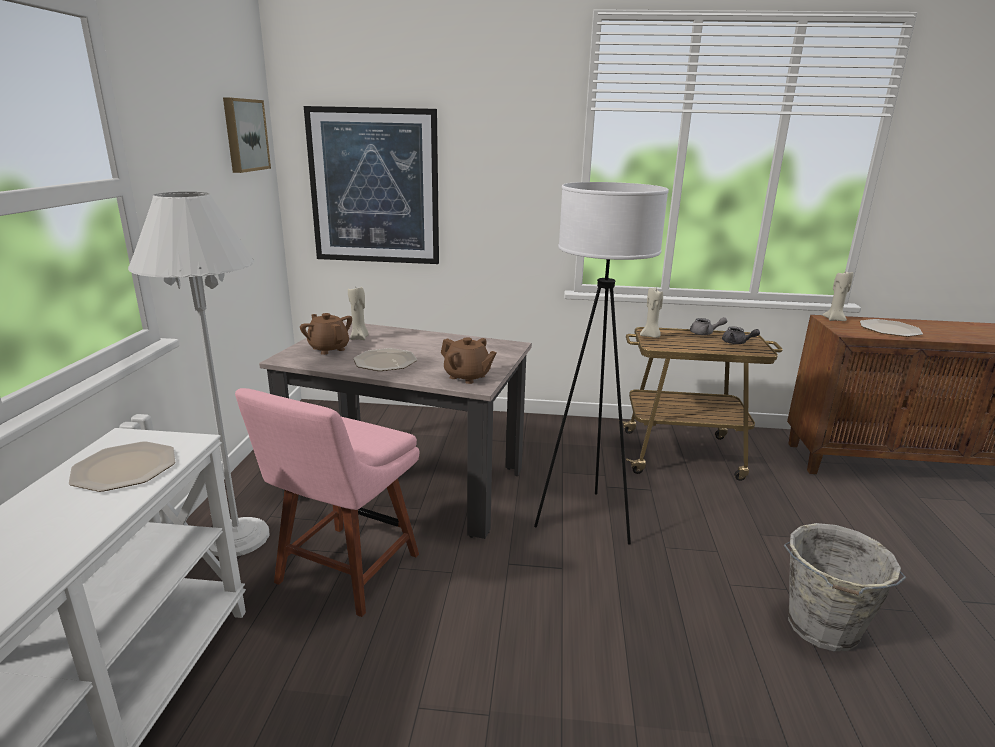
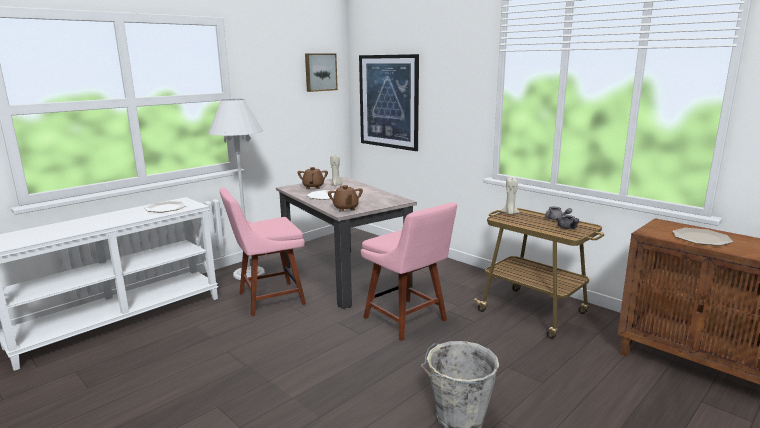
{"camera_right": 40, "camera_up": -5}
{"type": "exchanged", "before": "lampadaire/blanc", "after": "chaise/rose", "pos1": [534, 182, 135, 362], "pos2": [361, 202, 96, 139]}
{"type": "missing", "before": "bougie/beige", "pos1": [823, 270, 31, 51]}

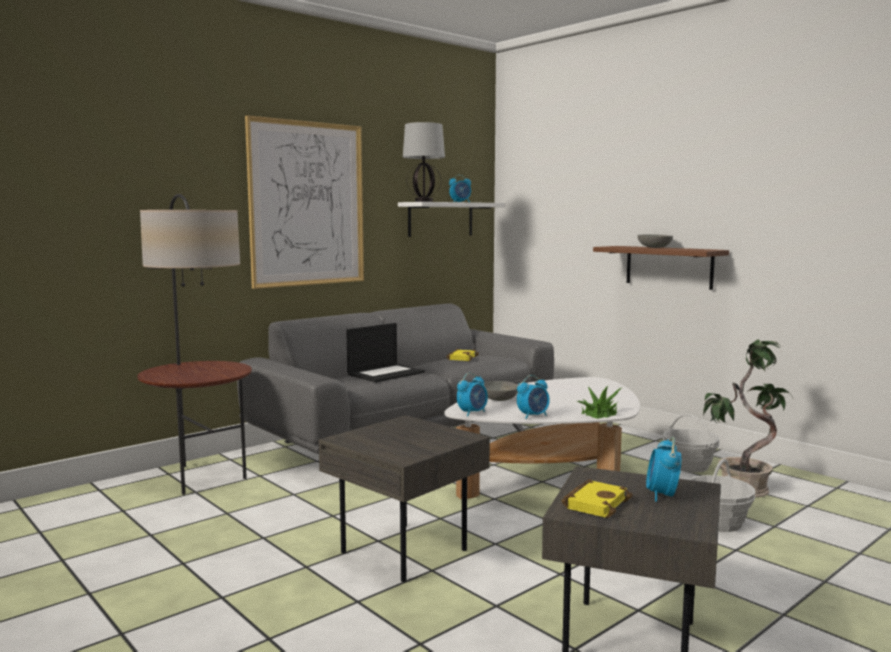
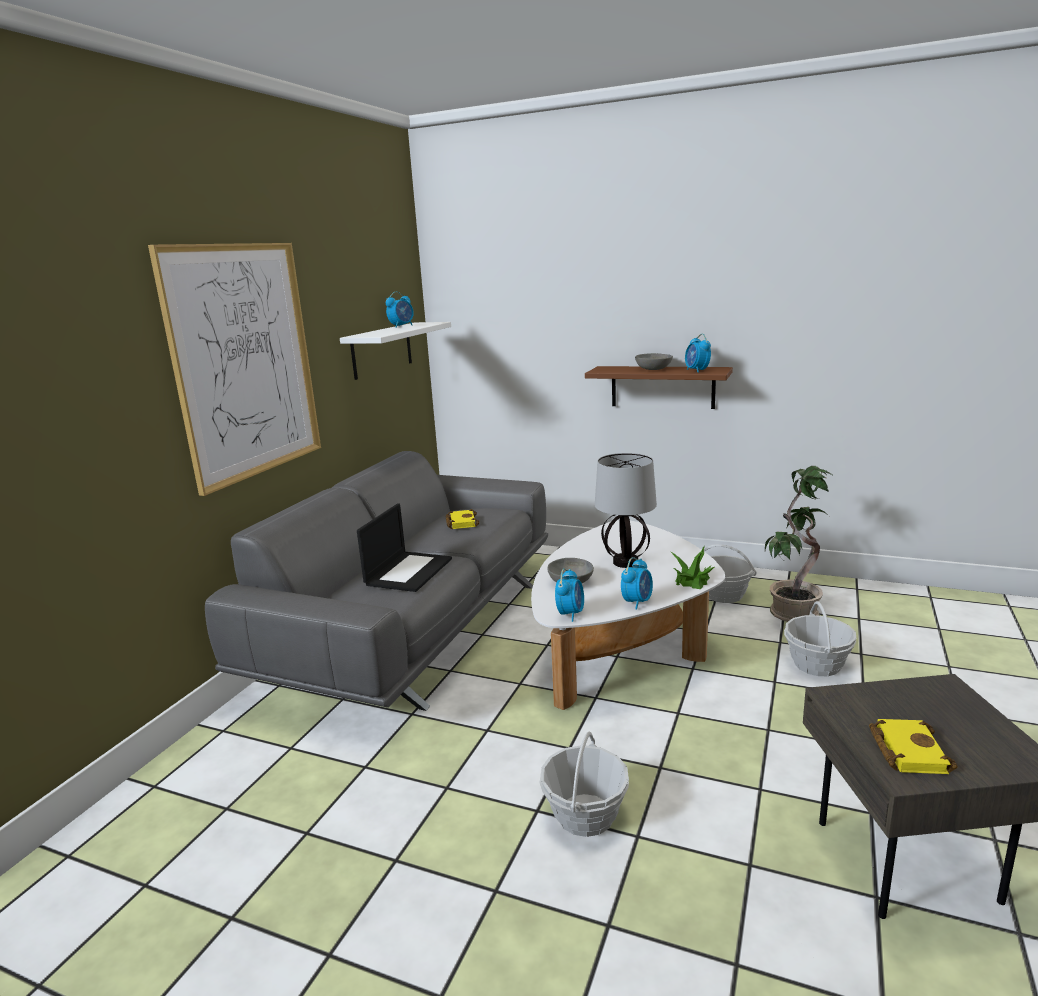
{"camera_right": -25, "camera_up": 10}
{"type": "missing", "before": "lampadaire", "pos1": [137, 194, 115, 301]}
{"type": "exchanged", "before": "table d'appoint/gris", "after": "panier", "pos1": [319, 415, 171, 167], "pos2": [539, 732, 90, 105]}
{"type": "relocated", "before": "lampe de table", "pos1": [403, 122, 42, 80], "pos2": [595, 453, 62, 115]}
{"type": "relocated", "before": "réveil", "pos1": [646, 437, 35, 65], "pos2": [685, 334, 26, 39]}

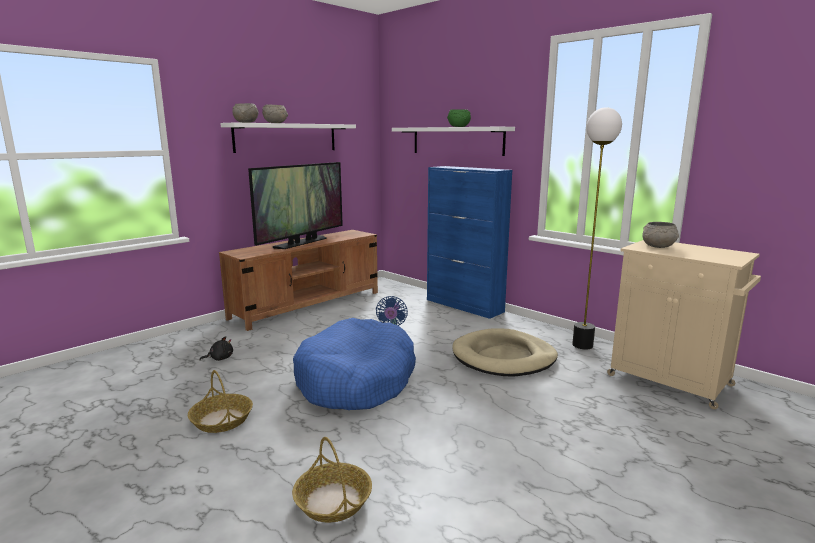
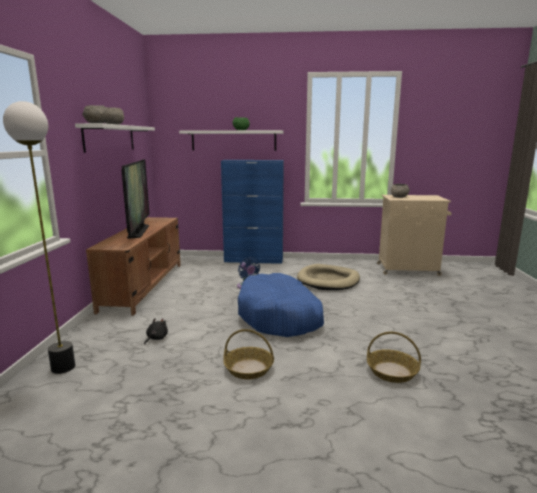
{"camera_right": -40, "camera_up": 0}
{"type": "relocated", "before": "lampadaire", "pos1": [572, 107, 50, 242], "pos2": [3, 101, 72, 273]}

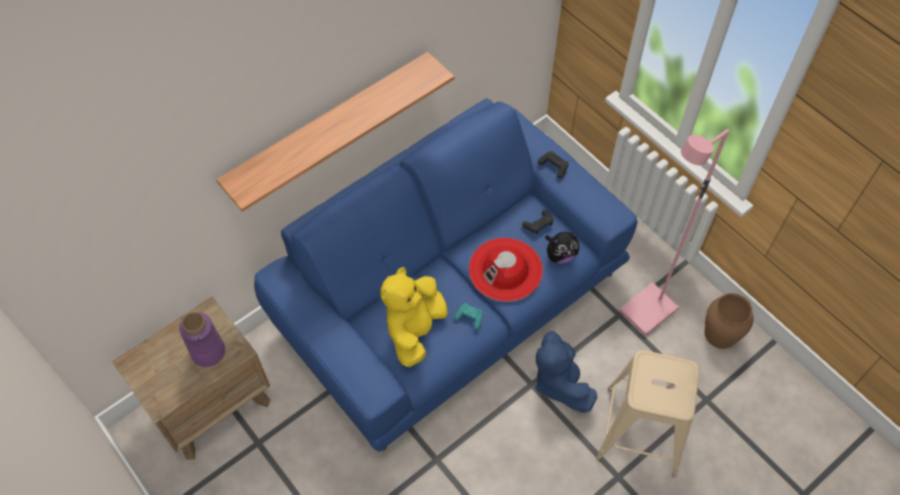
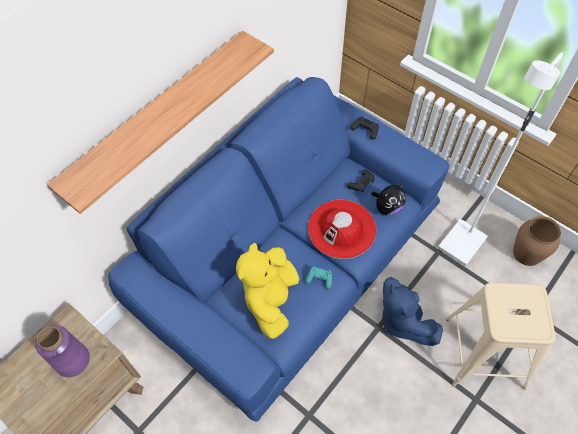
{"camera_right": -10, "camera_up": 0}
{"type": "colour", "before": "lampadaire/rose", "after": "lampadaire/blanc", "pos1": [619, 129, 110, 207], "pos2": [438, 52, 125, 214]}

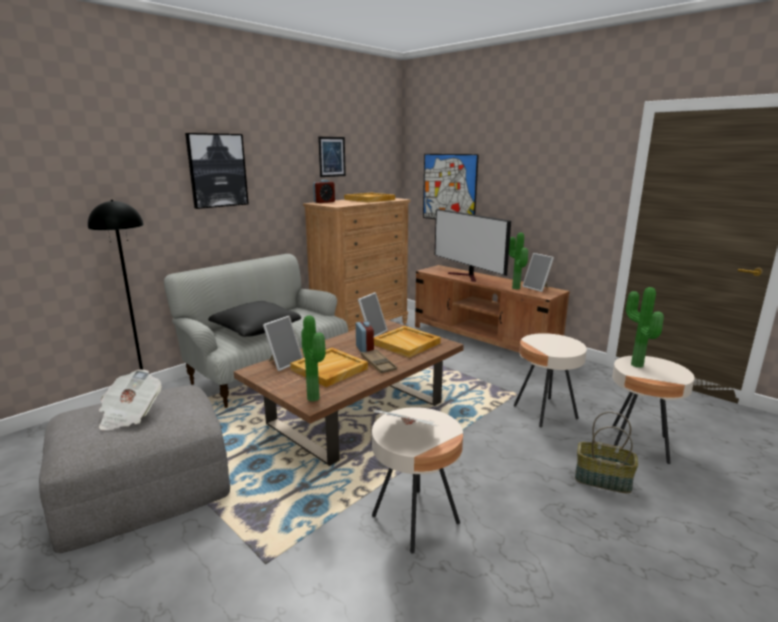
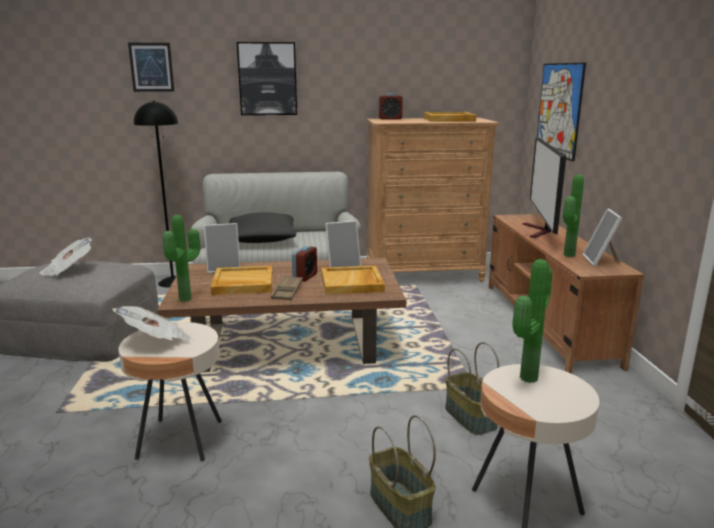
{"camera_right": 40, "camera_up": 0}
{"type": "relocated", "before": "tableau", "pos1": [318, 137, 28, 40], "pos2": [128, 43, 46, 49]}
{"type": "exchanged", "before": "table d'appoint/beige", "after": "panier", "pos1": [514, 333, 73, 94], "pos2": [445, 342, 54, 93]}

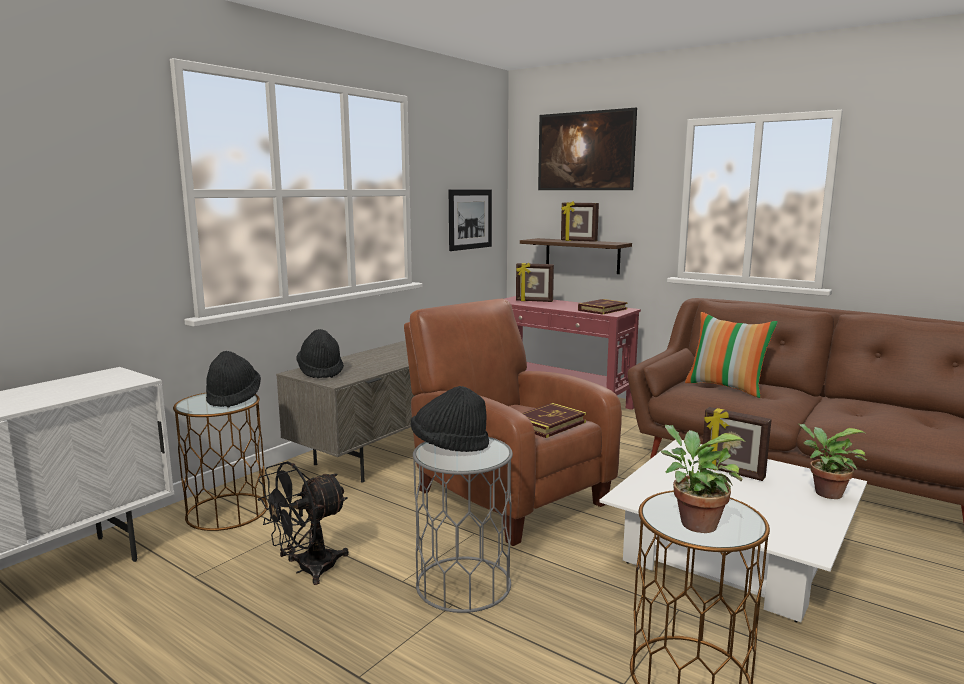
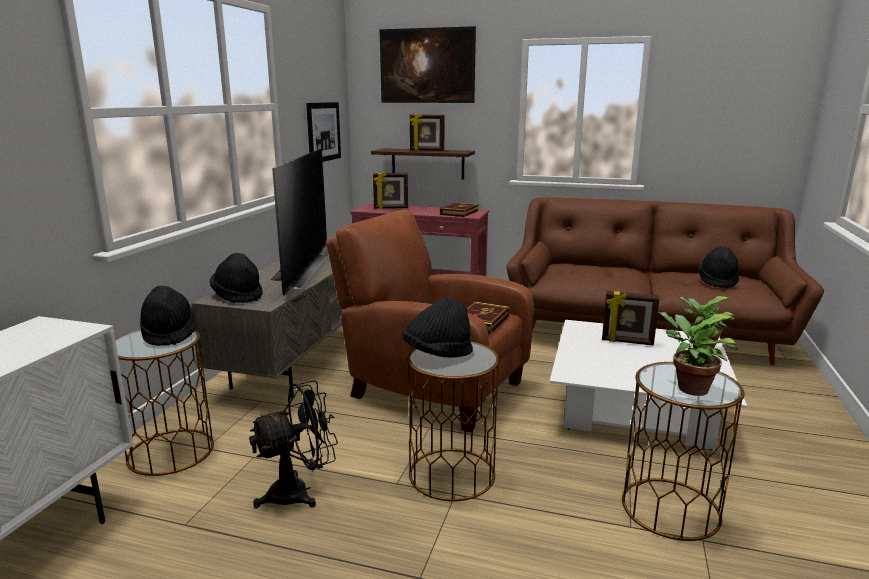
{"camera_right": -20, "camera_up": 5}
{"type": "spun", "before": "ventilateur/noir", "pos1": [258, 461, 91, 124], "pos2": [249, 380, 89, 128], "turn": -150}
{"type": "colour", "before": "table d'appoint/gris", "after": "table d'appoint/marron", "pos1": [413, 437, 100, 176], "pos2": [407, 341, 92, 160]}
{"type": "missing", "before": "coussin", "pos1": [685, 312, 93, 86]}
{"type": "appeared", "after": "téléviseur", "pos2": [270, 148, 58, 148]}
{"type": "appeared", "after": "chapeau/noir", "pos2": [698, 246, 41, 42]}

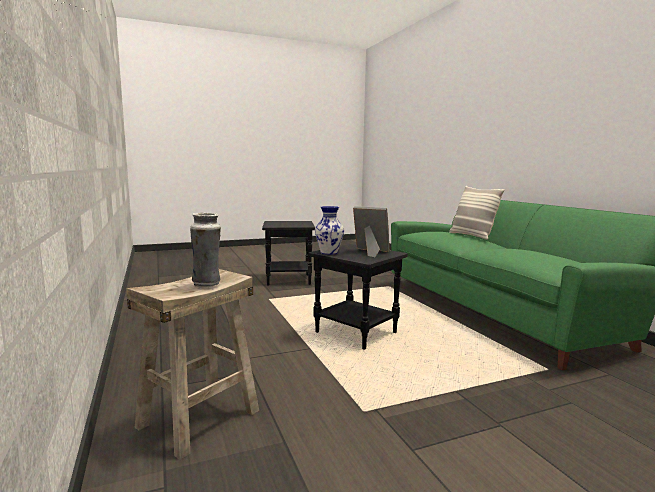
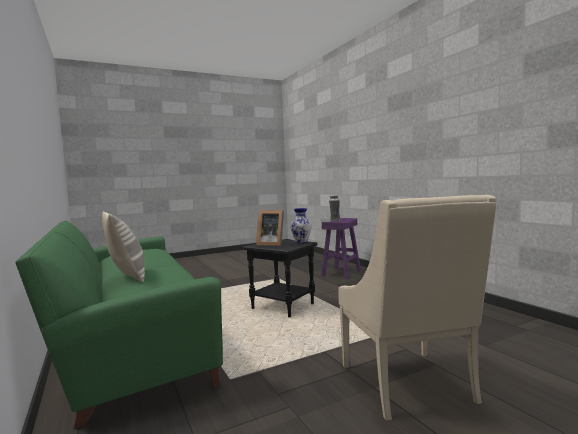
{"camera_right": 175, "camera_up": -5}
{"type": "colour", "before": "tabouret/beige", "after": "tabouret/violet", "pos1": [127, 269, 132, 191], "pos2": [321, 218, 40, 61]}
{"type": "exchanged", "before": "table d'appoint/noir", "after": "fauteuil/beige", "pos1": [262, 221, 53, 65], "pos2": [338, 195, 159, 226]}

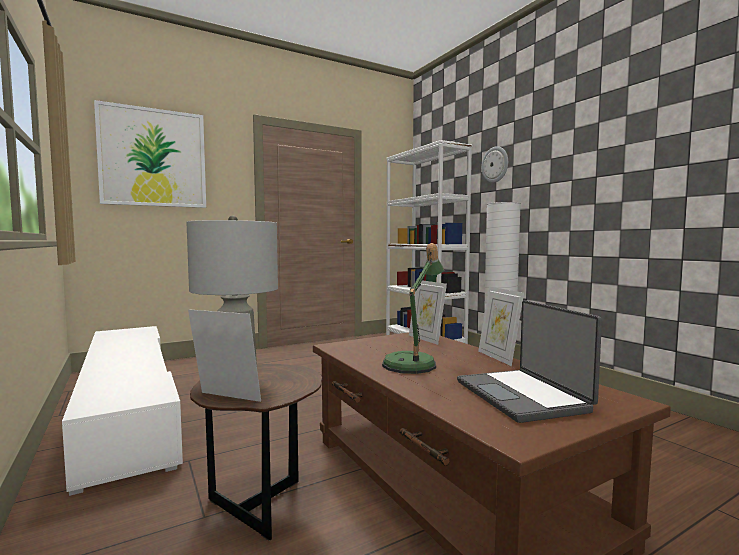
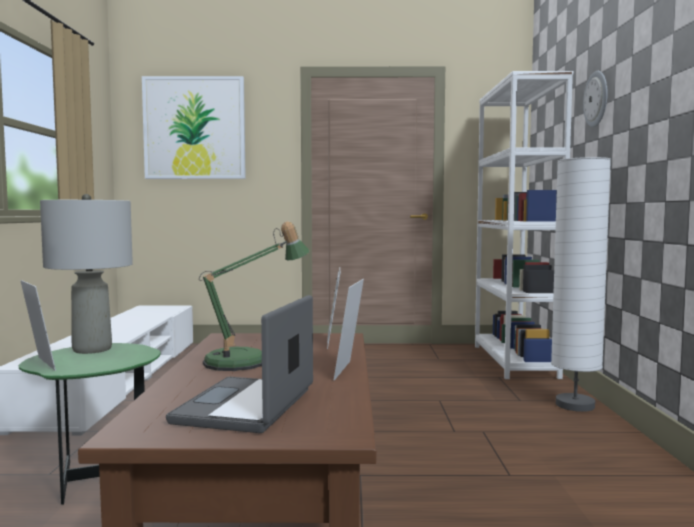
{"camera_right": 30, "camera_up": 0}
{"type": "colour", "before": "table d'appoint/marron", "after": "table d'appoint/vert", "pos1": [190, 364, 132, 177], "pos2": [19, 343, 142, 162]}

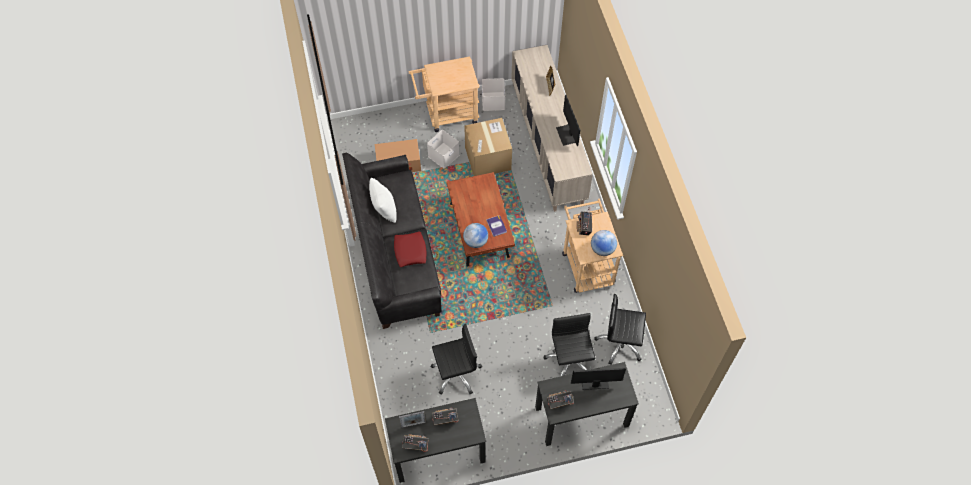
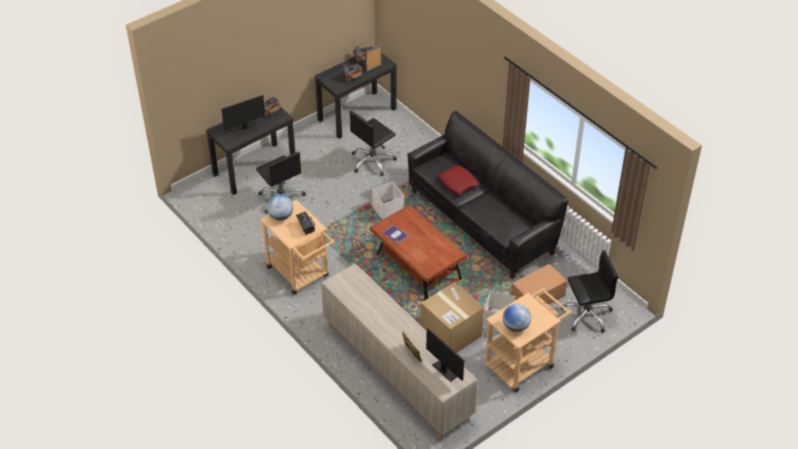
{"camera_right": 155, "camera_up": -15}
{"type": "missing", "before": "coussin/blanc", "pos1": [369, 178, 28, 45]}
{"type": "relocated", "before": "globe", "pos1": [463, 223, 25, 25], "pos2": [503, 304, 28, 28]}
{"type": "relocated", "before": "boîte de rangement/blanc", "pos1": [482, 78, 23, 33], "pos2": [372, 181, 32, 39]}
{"type": "relocated", "before": "écran d'ordinateur", "pos1": [556, 95, 24, 51], "pos2": [426, 328, 38, 54]}
{"type": "relocated", "before": "chaise de bureau/noir", "pos1": [594, 294, 52, 71], "pos2": [561, 250, 57, 83]}

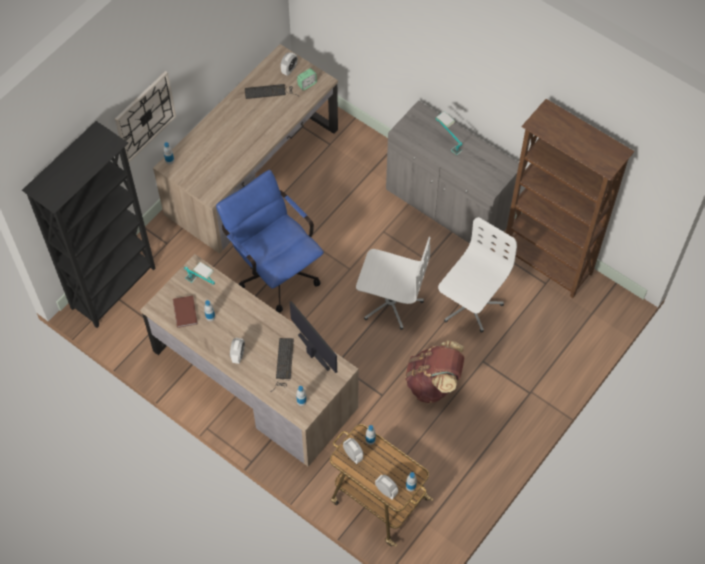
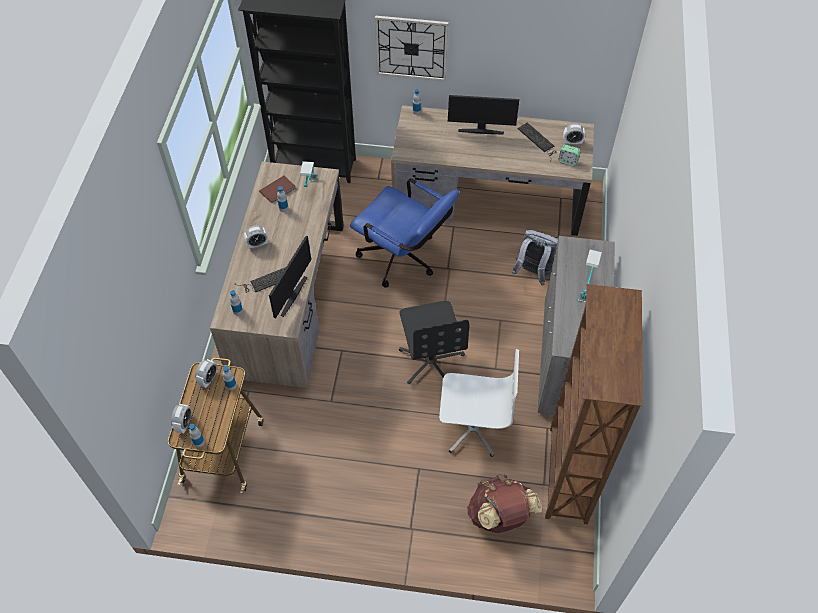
{"camera_right": 60, "camera_up": -5}
{"type": "spun", "before": "chaise de bureau/bleu", "pos1": [216, 170, 108, 143], "pos2": [350, 178, 109, 110], "turn": 105}
{"type": "colour", "before": "chaise de bureau/blanc", "after": "chaise de bureau/noir", "pos1": [356, 237, 74, 93], "pos2": [399, 301, 70, 83]}
{"type": "relocated", "before": "sac à dos/marron", "pos1": [405, 340, 59, 63], "pos2": [467, 475, 76, 58]}
{"type": "appeared", "after": "écran d'ordinateur", "pos2": [448, 95, 71, 40]}
{"type": "appeared", "after": "sac à dos/gris", "pos2": [512, 230, 46, 56]}

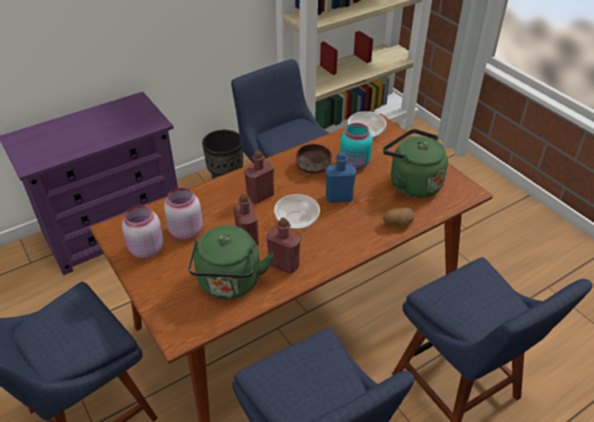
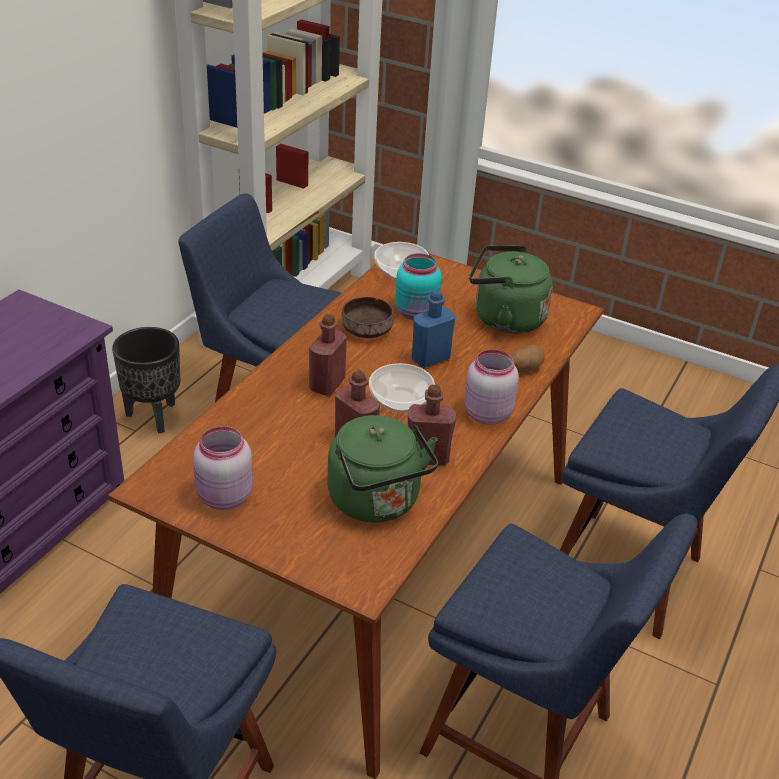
{"camera_right": -30, "camera_up": -5}
{"type": "relocated", "before": "bocal/rose", "pos1": [164, 188, 39, 52], "pos2": [464, 349, 55, 76]}

